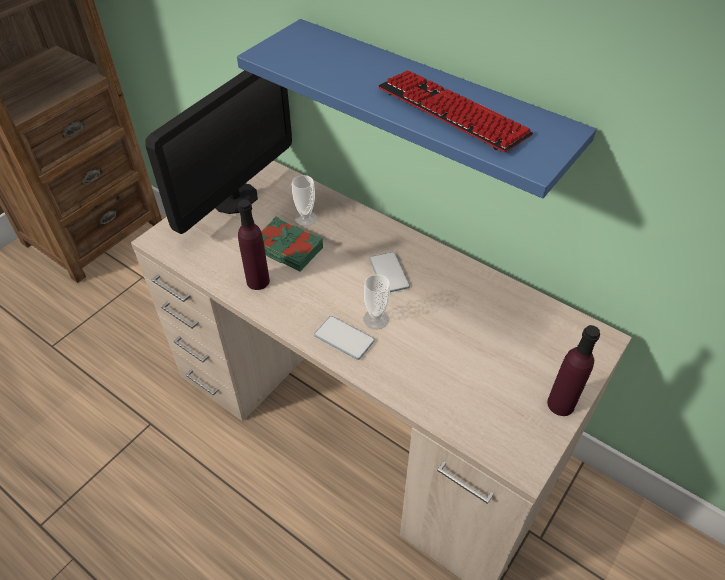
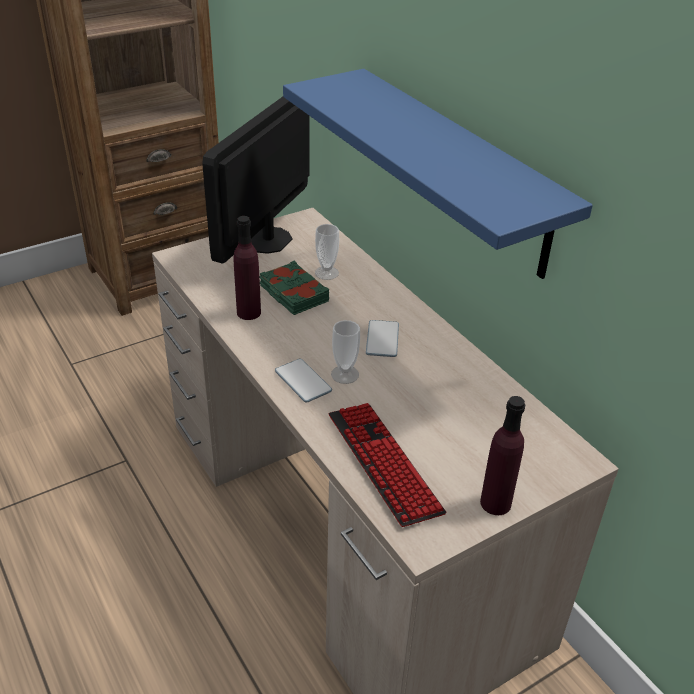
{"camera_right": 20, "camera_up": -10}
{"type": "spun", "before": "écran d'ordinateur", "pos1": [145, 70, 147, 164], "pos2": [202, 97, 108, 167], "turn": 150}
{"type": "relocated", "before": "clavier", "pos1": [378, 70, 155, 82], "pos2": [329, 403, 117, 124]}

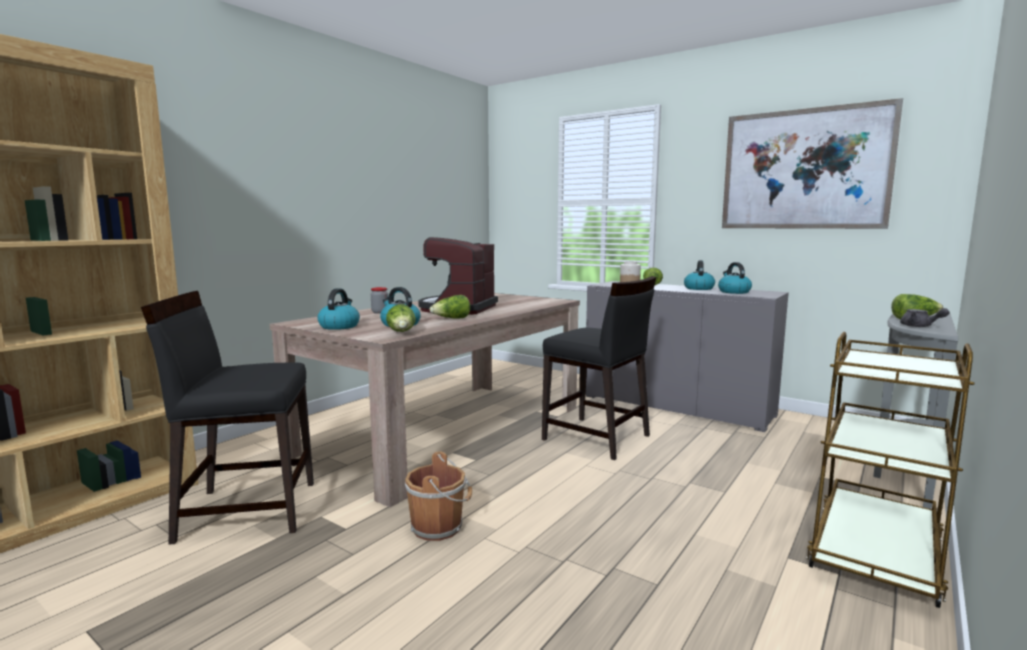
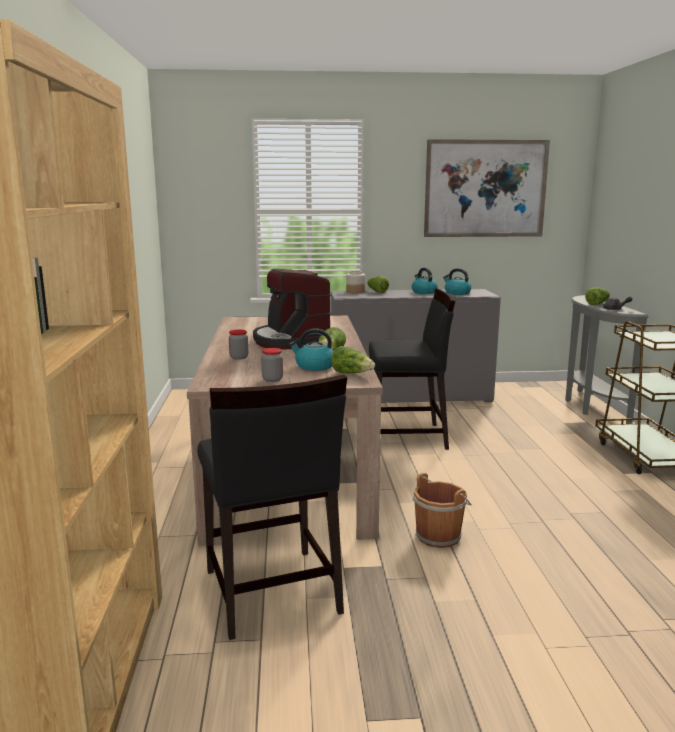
{"camera_right": -40, "camera_up": 5}
{"type": "spun", "before": "chaise/noir", "pos1": [141, 291, 173, 254], "pos2": [197, 375, 150, 265], "turn": -60}
{"type": "exchanged", "before": "bouilloire", "after": "bocal", "pos1": [317, 288, 43, 42], "pos2": [261, 348, 22, 34]}

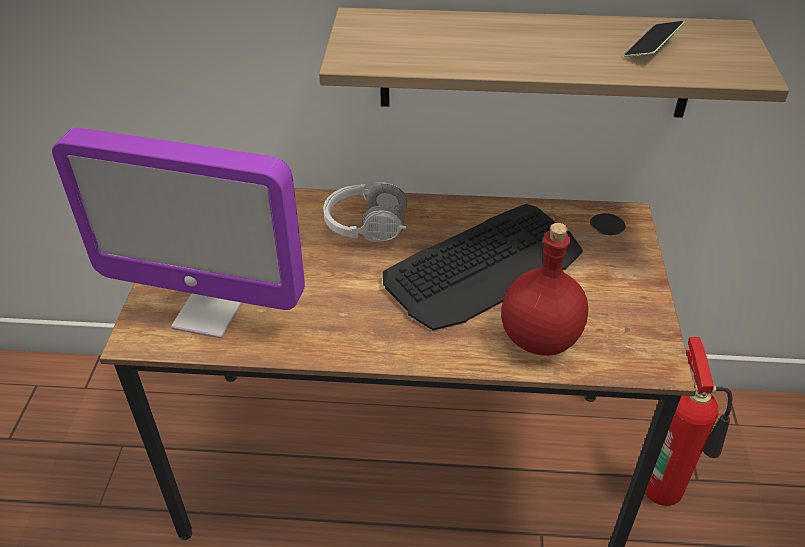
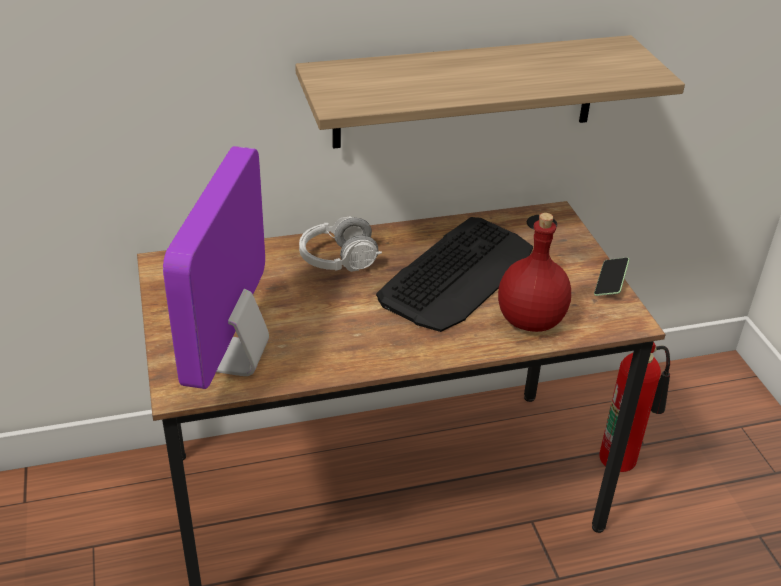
{"camera_right": -20, "camera_up": -5}
{"type": "spun", "before": "écran d'ordinateur", "pos1": [52, 128, 253, 210], "pos2": [163, 146, 106, 243], "turn": 105}
{"type": "relocated", "before": "téléphone", "pos1": [624, 21, 61, 36], "pos2": [594, 257, 36, 39]}

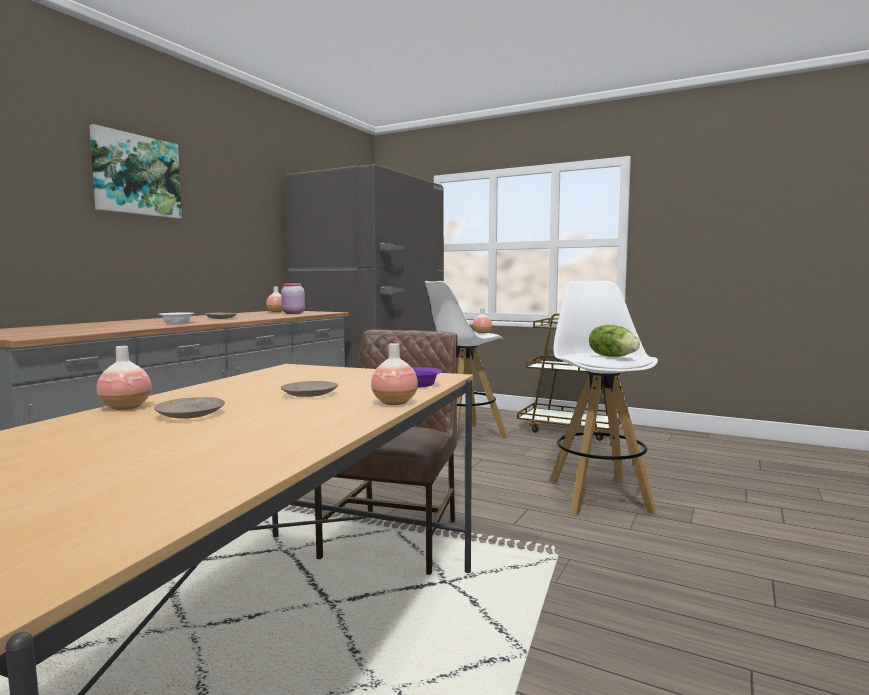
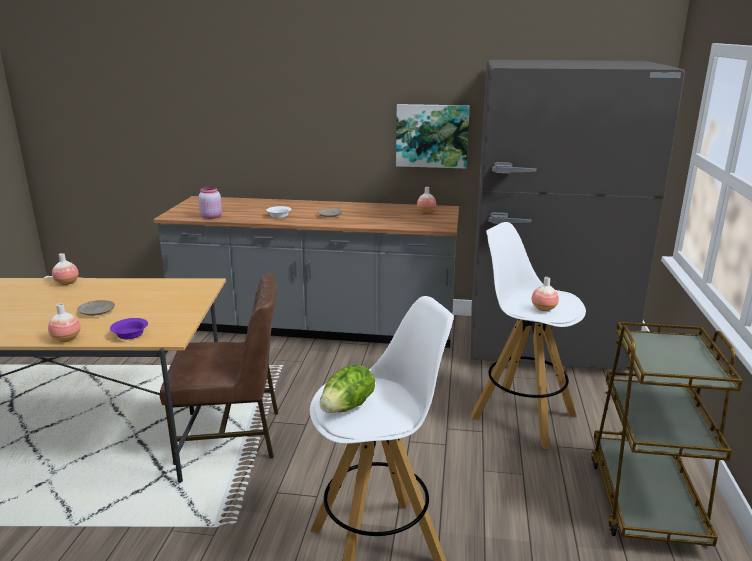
{"camera_right": 70, "camera_up": 15}
{"type": "relocated", "before": "tableau", "pos1": [89, 124, 93, 95], "pos2": [396, 104, 74, 64]}
{"type": "missing", "before": "assiette/beige", "pos1": [154, 397, 71, 22]}
{"type": "relocated", "before": "bocal/rose", "pos1": [281, 283, 24, 31], "pos2": [198, 187, 24, 32]}

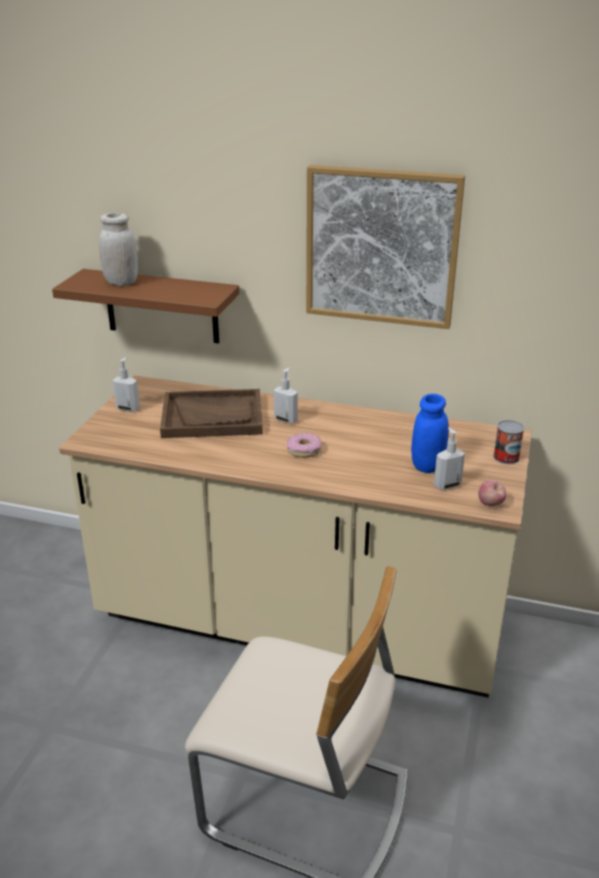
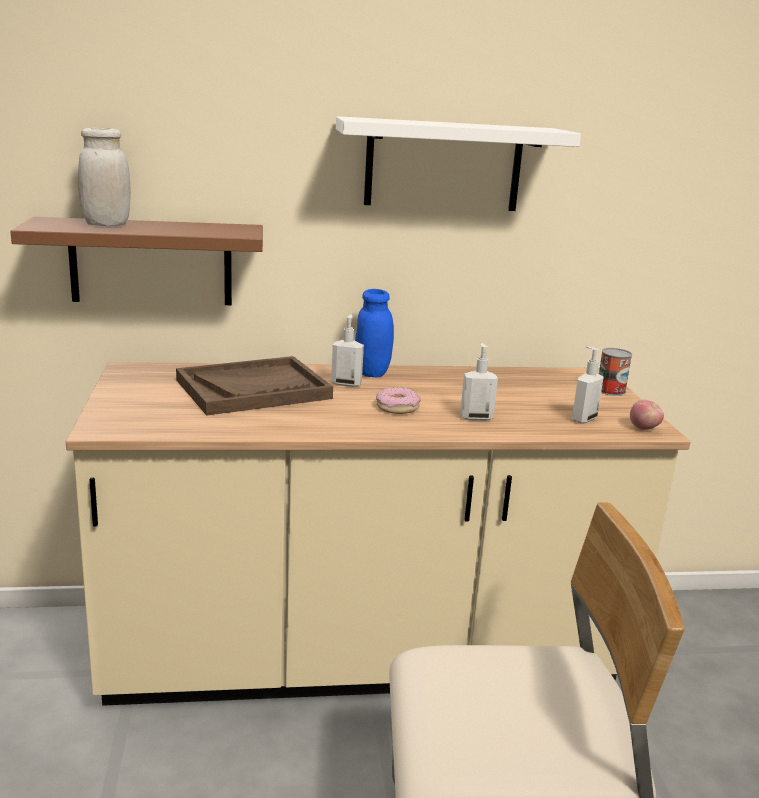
{"camera_right": -25, "camera_up": -10}
{"type": "relocated", "before": "distributeur de savon", "pos1": [113, 357, 27, 55], "pos2": [460, 343, 38, 78]}
{"type": "exchanged", "before": "tableau", "after": "étagère/blanc", "pos1": [306, 165, 159, 164], "pos2": [336, 116, 245, 95]}
{"type": "relocated", "before": "bocal/bleu", "pos1": [411, 394, 38, 79], "pos2": [355, 289, 39, 89]}

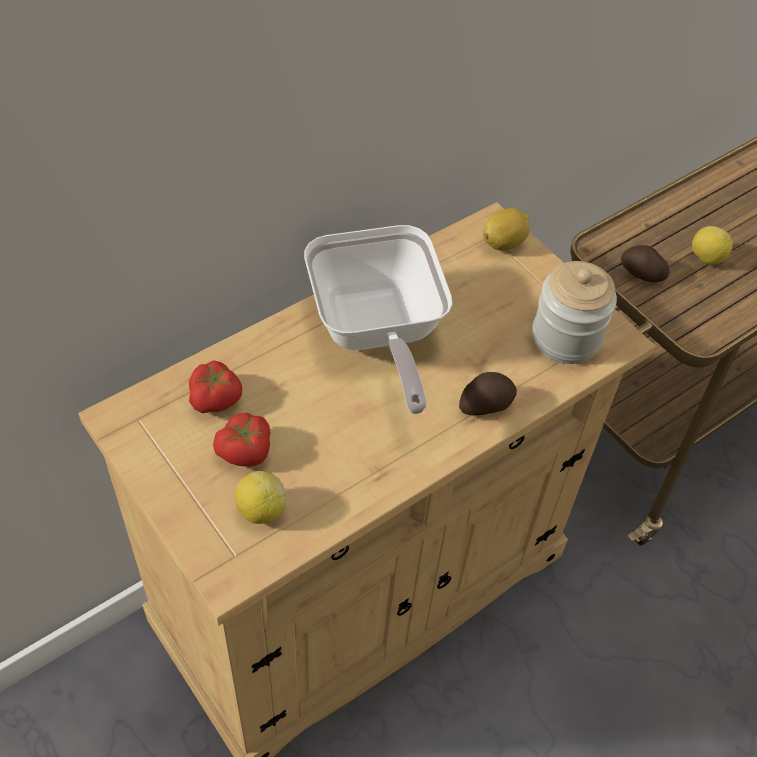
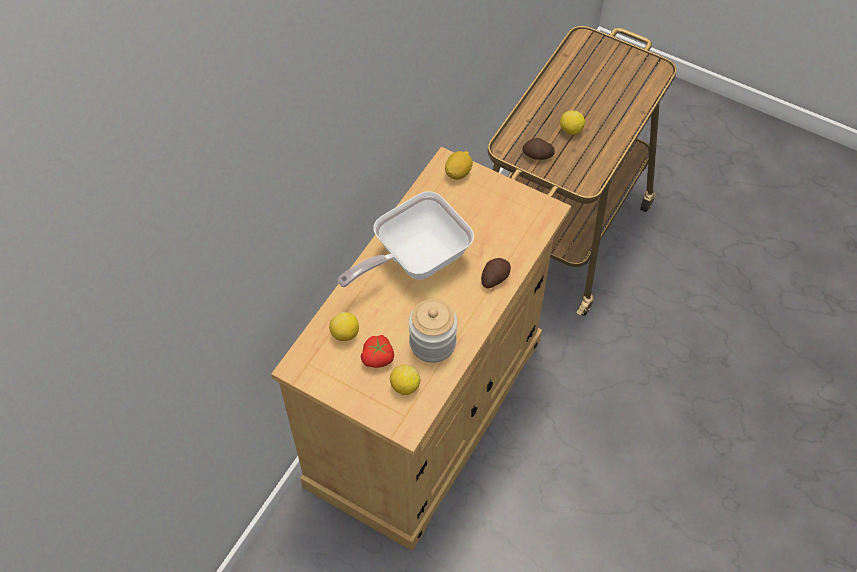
{"camera_right": -20, "camera_up": 5}
{"type": "exchanged", "before": "tomate", "after": "citron", "pos1": [189, 360, 53, 53], "pos2": [329, 312, 30, 29]}
{"type": "spun", "before": "poêle", "pos1": [304, 225, 149, 189], "pos2": [338, 191, 136, 96], "turn": 90}
{"type": "relocated", "before": "bocal", "pos1": [532, 261, 85, 103], "pos2": [409, 299, 48, 64]}

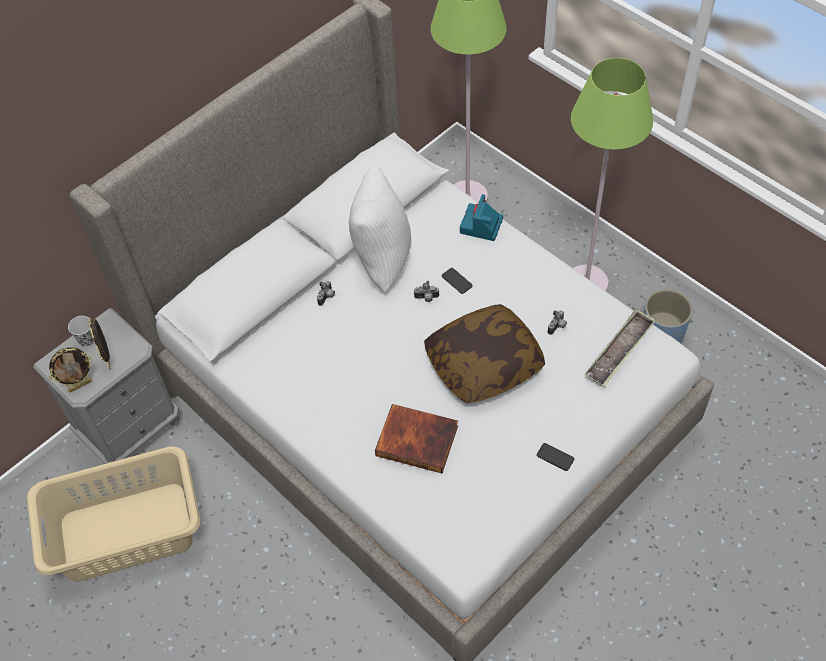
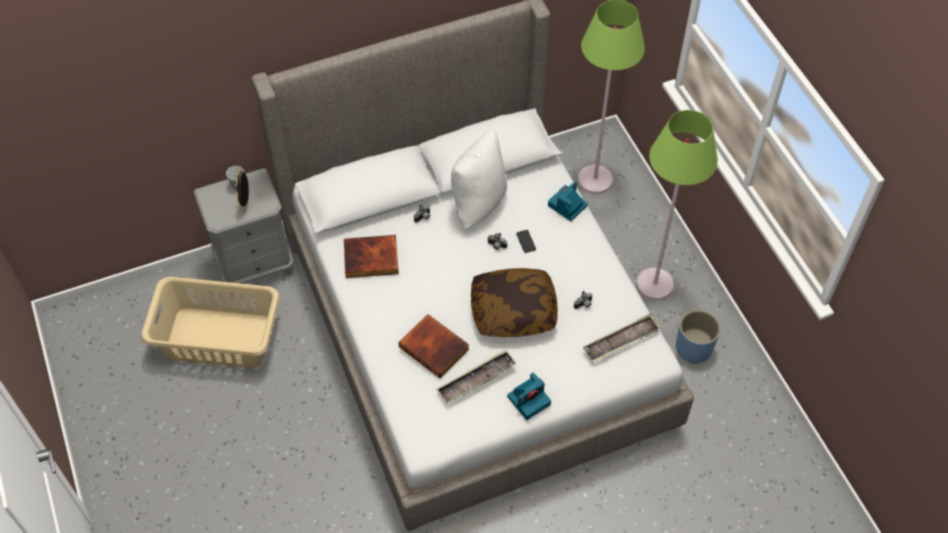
{"camera_right": 20, "camera_up": 0}
{"type": "missing", "before": "cadre photo", "pos1": [49, 347, 43, 45]}
{"type": "exchanged", "before": "téléphone", "after": "appareil photo", "pos1": [537, 443, 37, 28], "pos2": [507, 372, 44, 48]}
{"type": "appeared", "after": "livre", "pos2": [344, 235, 55, 43]}
{"type": "appeared", "after": "plateau", "pos2": [436, 350, 81, 54]}

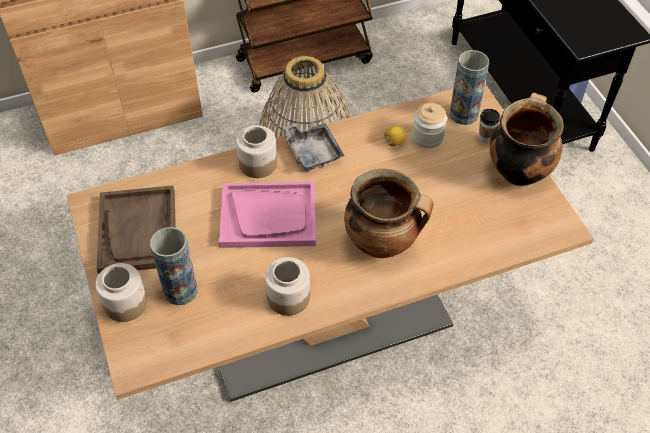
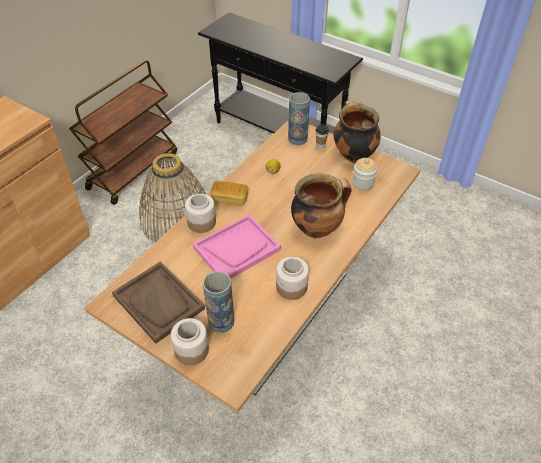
{"camera_right": -35, "camera_up": -5}
{"type": "exchanged", "before": "plateau/gris", "after": "pain", "pos1": [284, 123, 61, 48], "pos2": [210, 181, 38, 25]}
{"type": "relocated", "before": "bocal", "pos1": [412, 103, 35, 45], "pos2": [352, 158, 26, 32]}

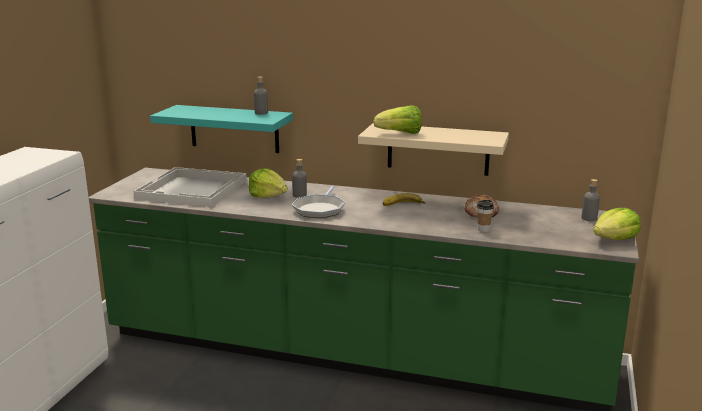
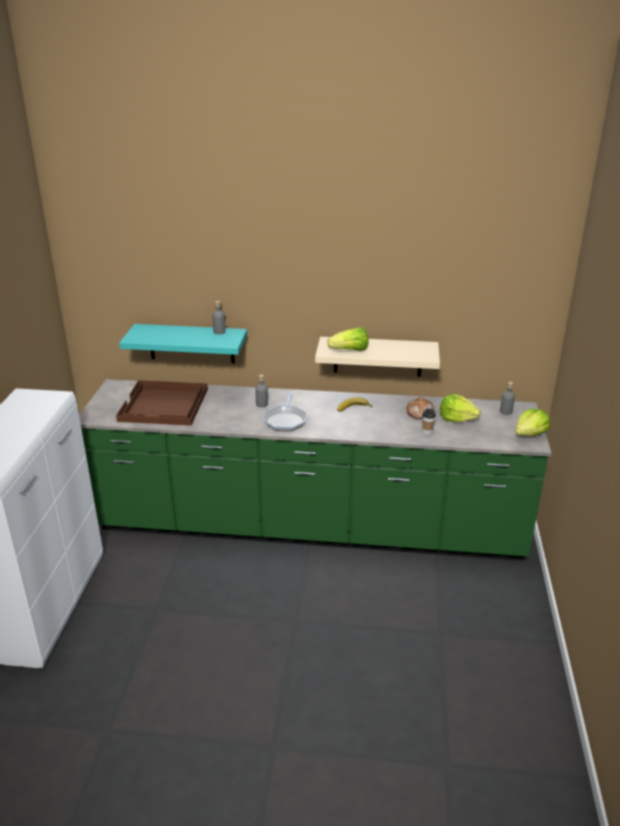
{"camera_right": -10, "camera_up": 10}
{"type": "colour", "before": "plateau/blanc", "after": "plateau/marron", "pos1": [134, 167, 113, 40], "pos2": [116, 380, 92, 46]}
{"type": "relocated", "before": "laitue", "pos1": [249, 168, 39, 30], "pos2": [440, 394, 41, 28]}

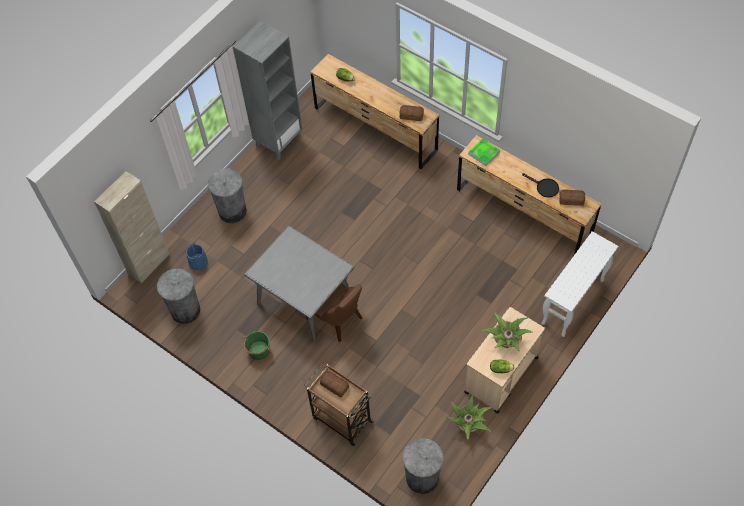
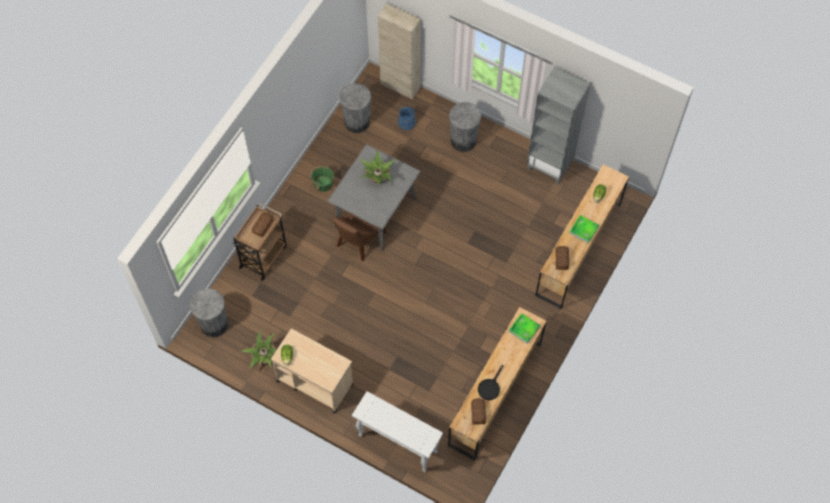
{"camera_right": 80, "camera_up": 5}
{"type": "relocated", "before": "plante en pot", "pos1": [481, 312, 52, 40], "pos2": [359, 150, 37, 36]}
{"type": "appeared", "after": "plateau", "pos2": [569, 215, 30, 28]}

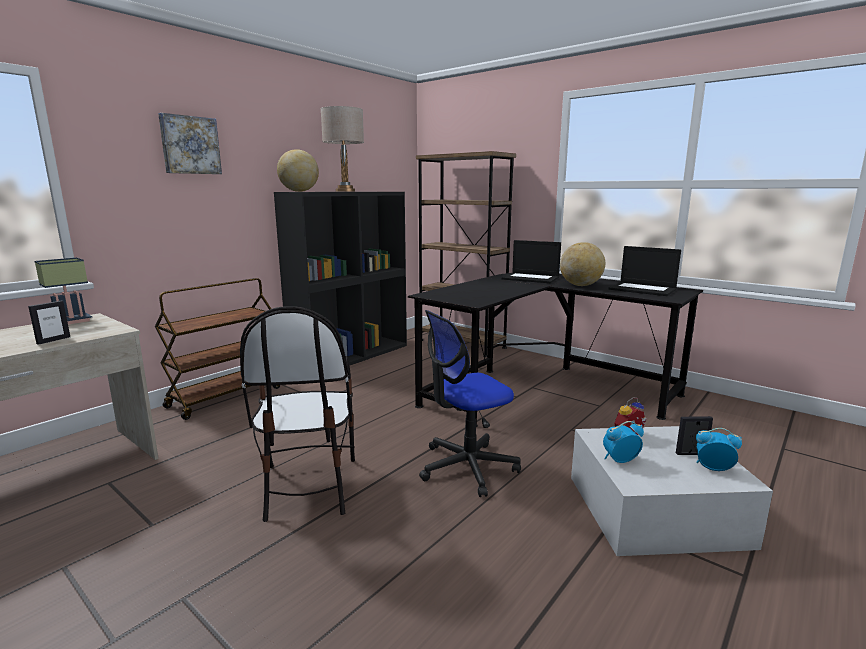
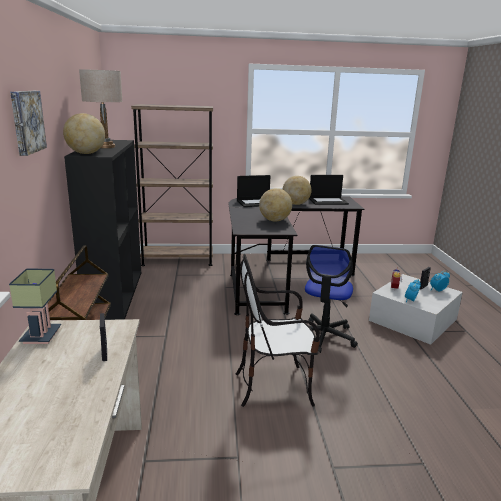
{"camera_right": -45, "camera_up": 5}
{"type": "spun", "before": "chaise", "pos1": [240, 306, 115, 216], "pos2": [236, 254, 84, 153], "turn": 135}
{"type": "appeared", "after": "globe", "pos2": [259, 188, 33, 33]}

